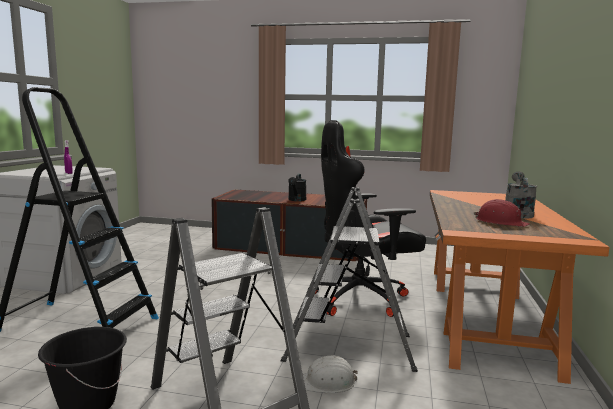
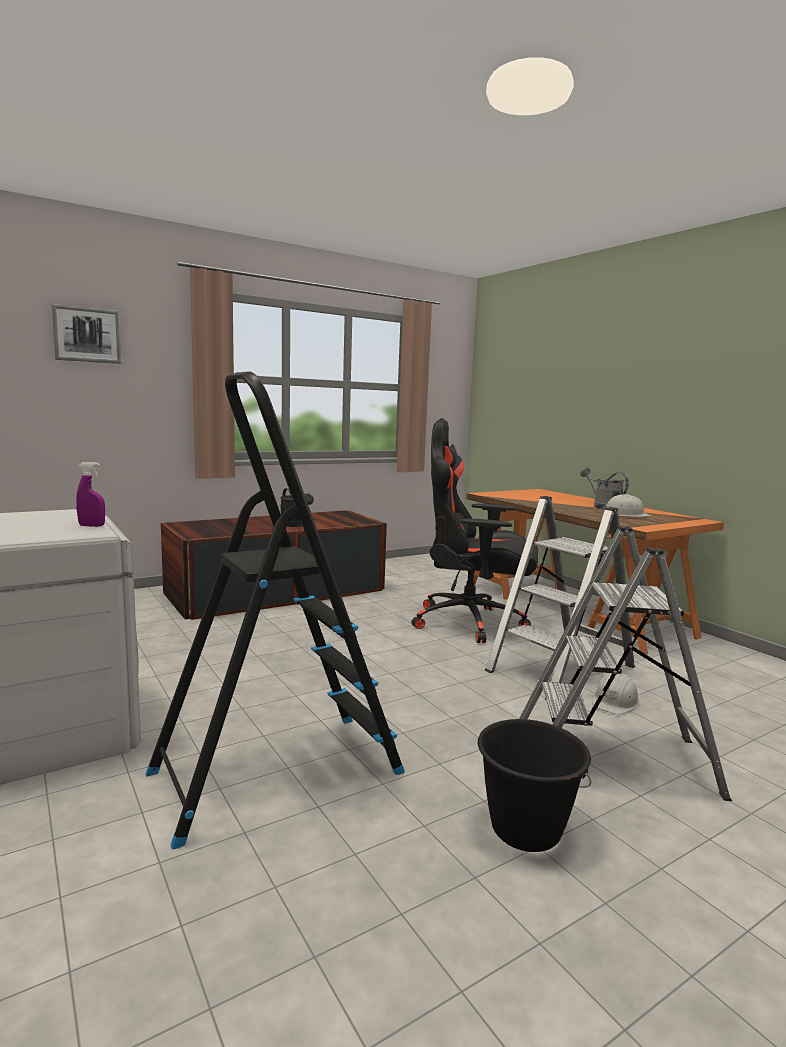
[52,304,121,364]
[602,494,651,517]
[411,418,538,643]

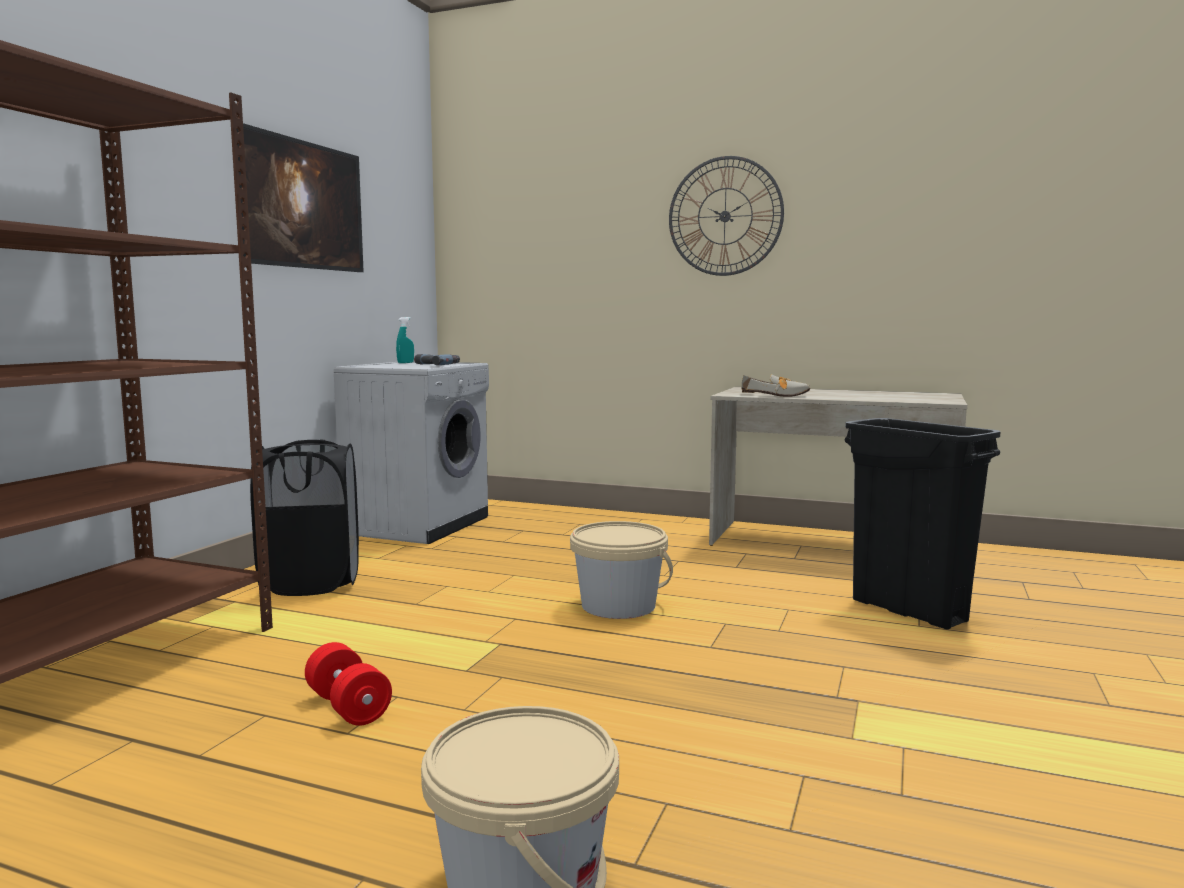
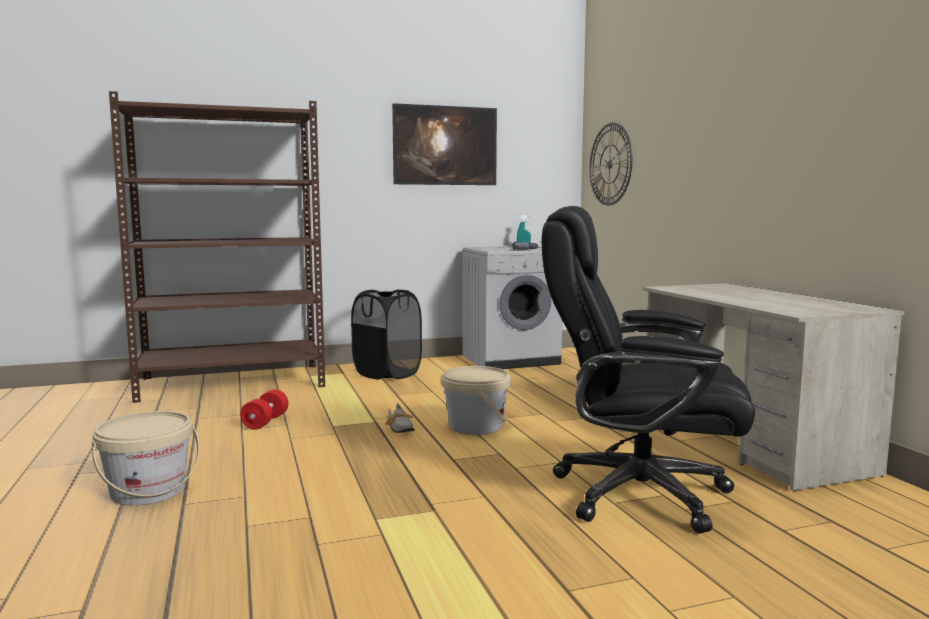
[589,123,632,205]
[385,403,415,433]
[542,206,755,534]

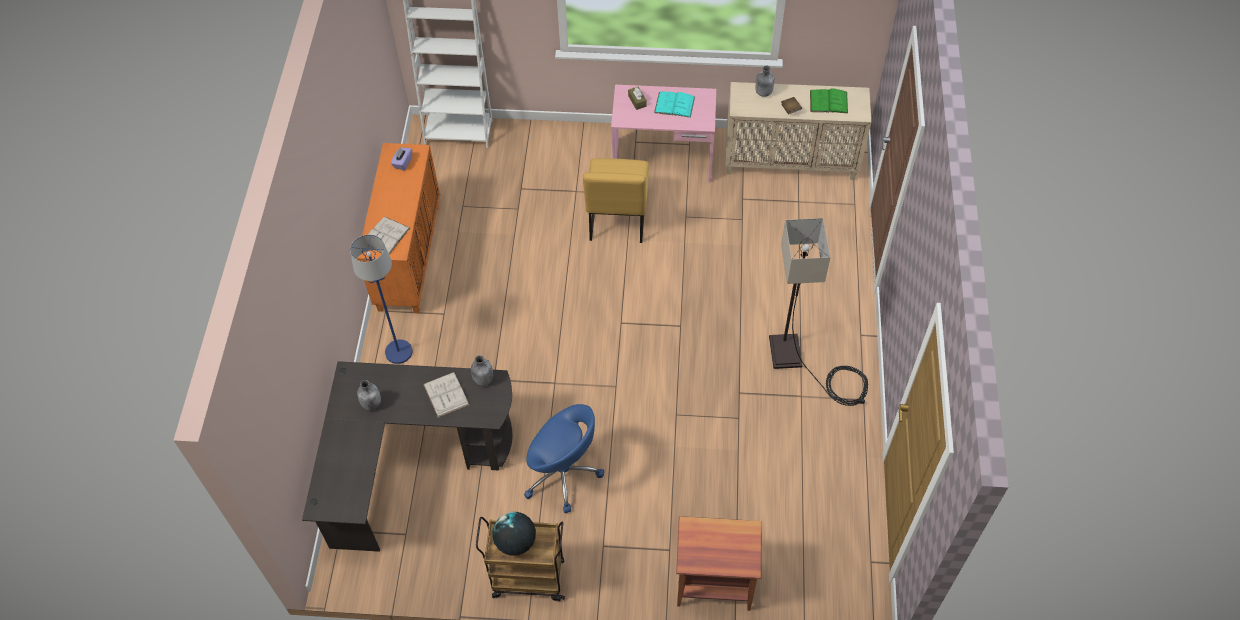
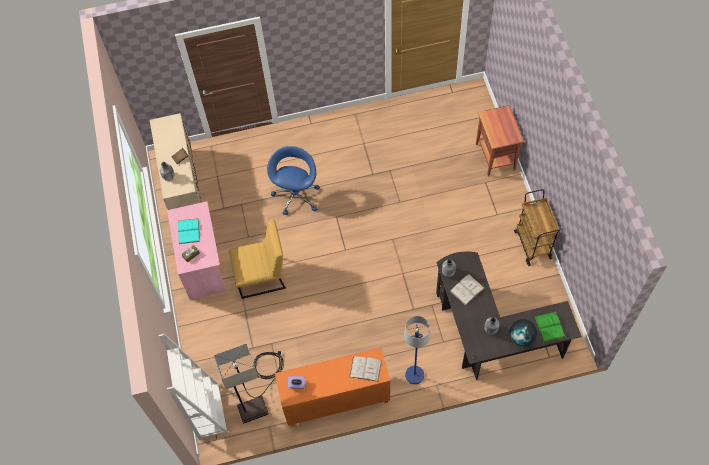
[510,319,537,346]
[267,146,320,215]
[213,343,284,424]
[535,312,565,342]

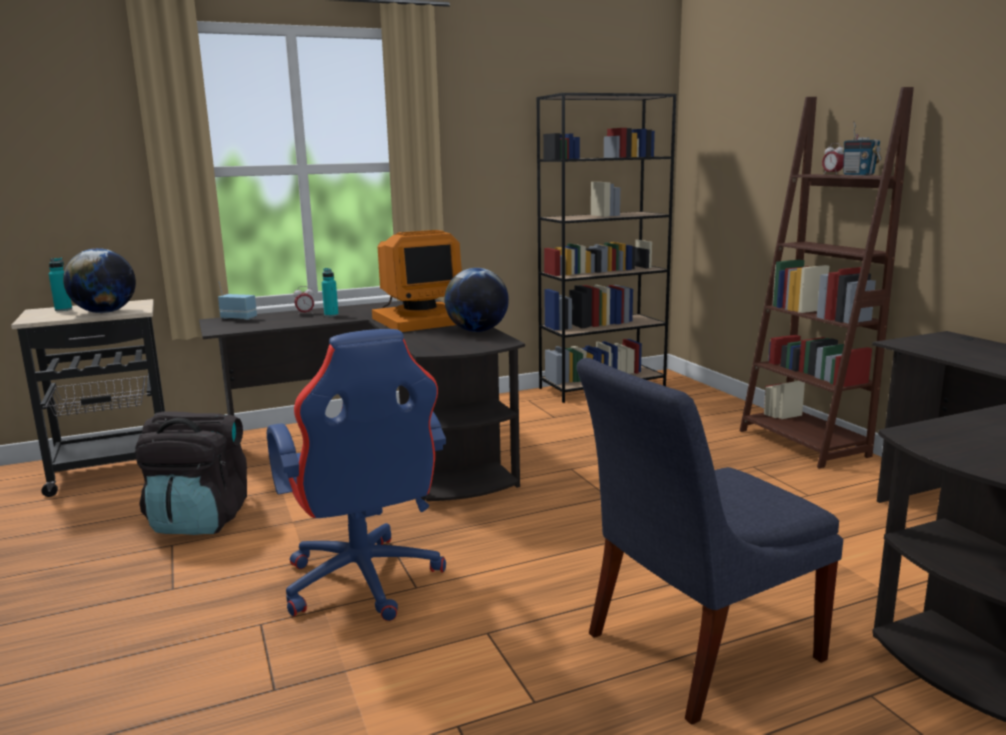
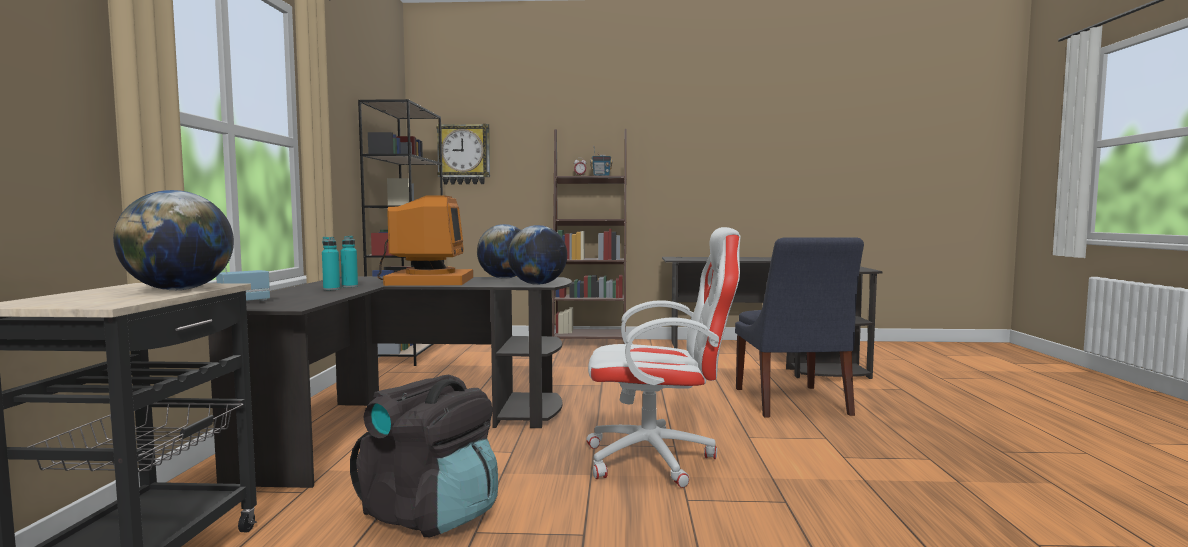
[294,286,314,315] (first image)
[436,124,490,184]
[508,225,567,285]
[341,236,358,288]
[586,227,740,488]

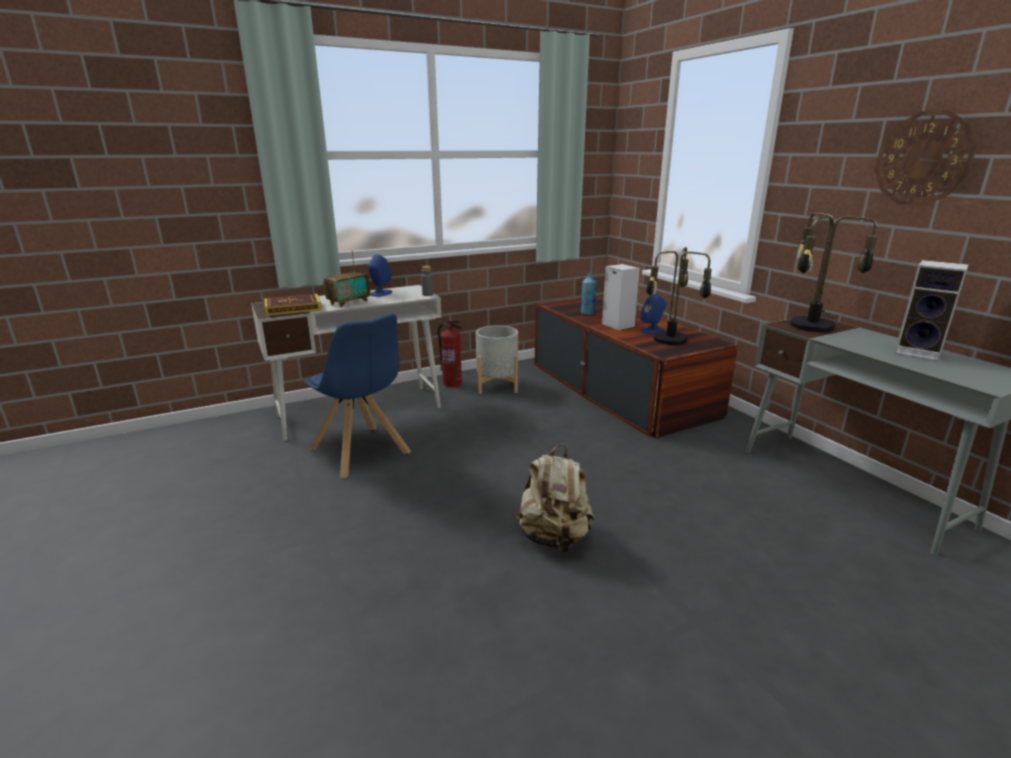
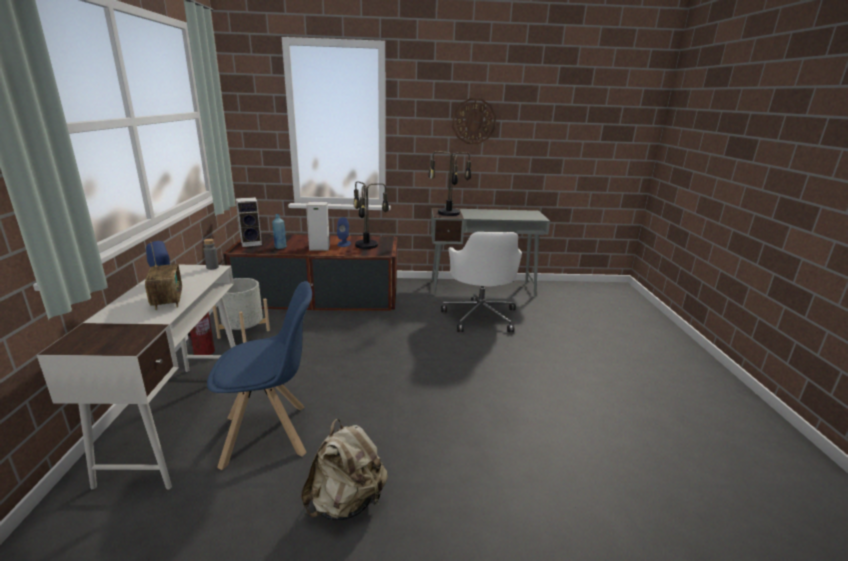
[264,294,322,316] (first image)
[441,232,522,332]
[301,419,388,520]
[236,197,262,247]

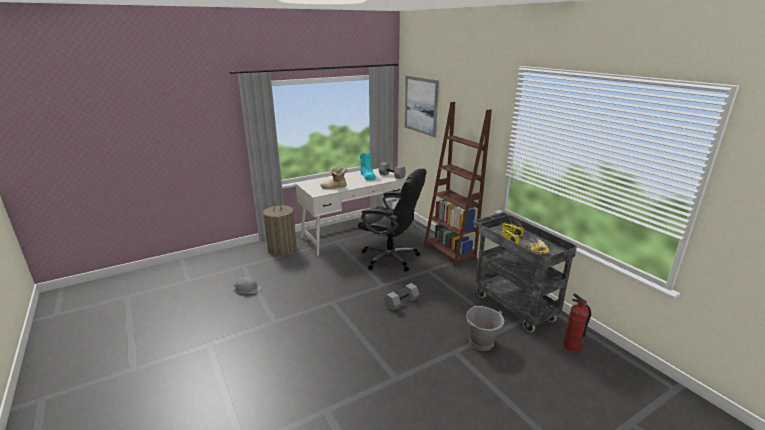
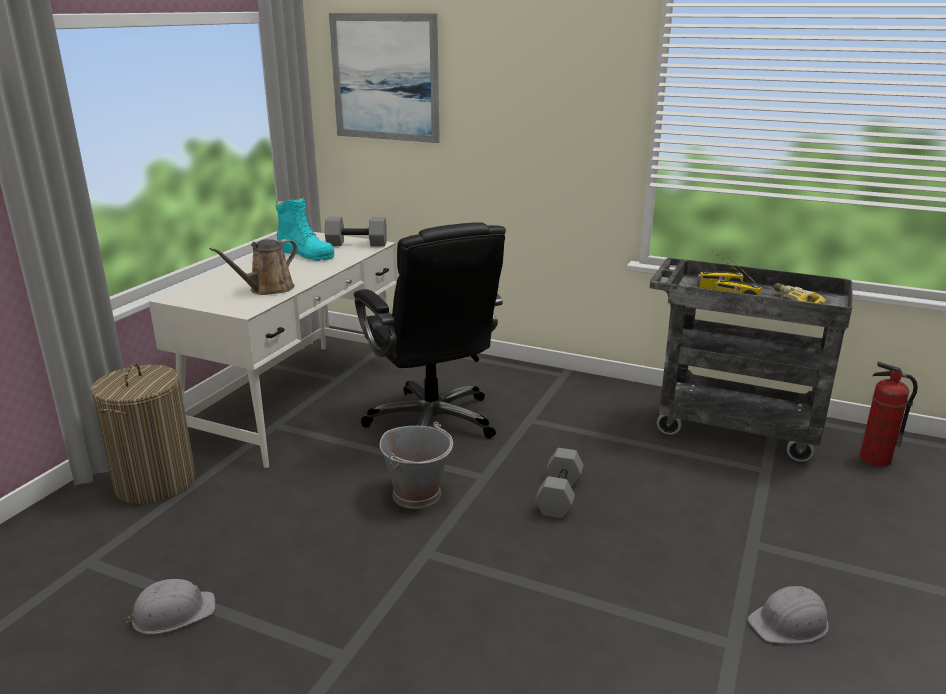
[424,102,492,266] (first image)
[748,586,829,644]
[380,421,453,509]
[210,239,297,295]
[354,223,506,439]

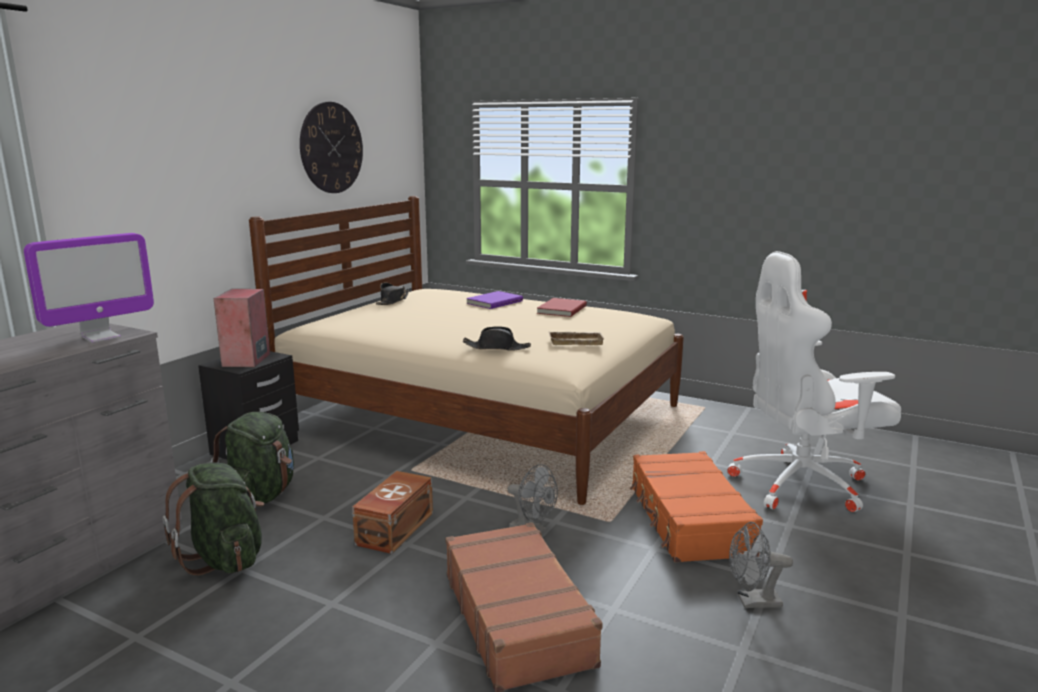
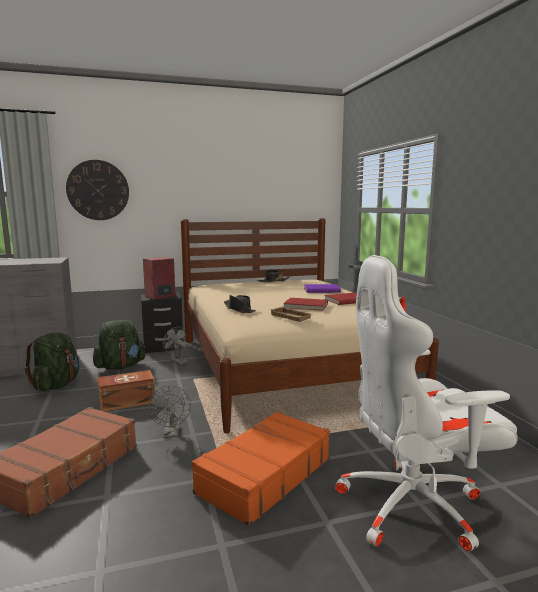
[24,233,154,343] (first image)
[283,298,328,311]
[66,160,129,220]
[163,327,188,365]
[335,255,518,551]

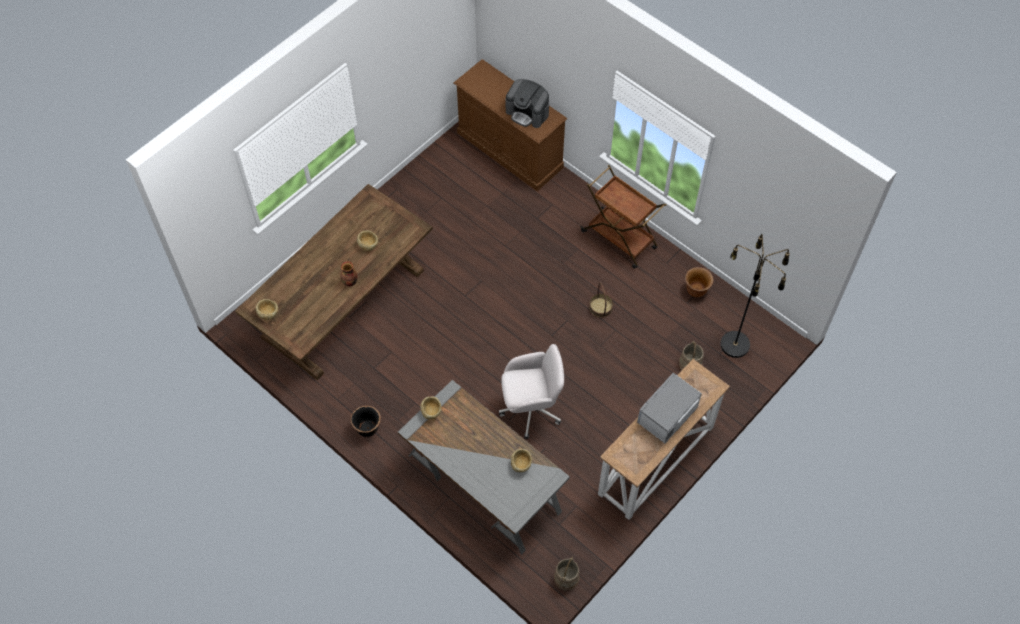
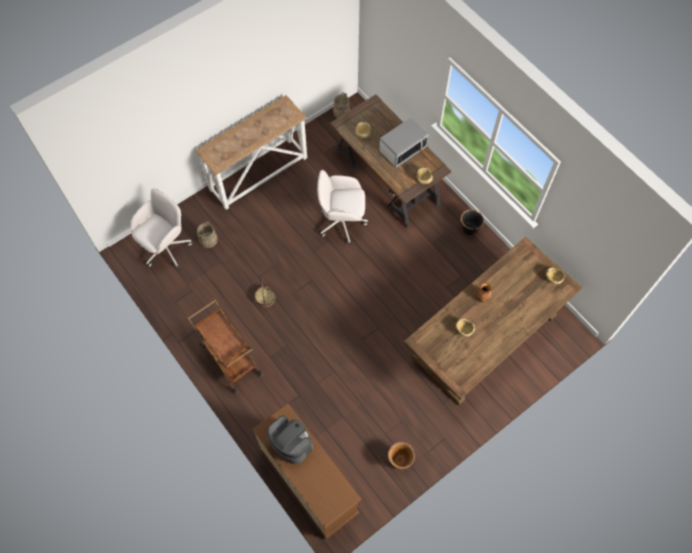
[379,117,428,168]
[388,442,415,469]
[130,188,192,269]
[330,94,451,228]

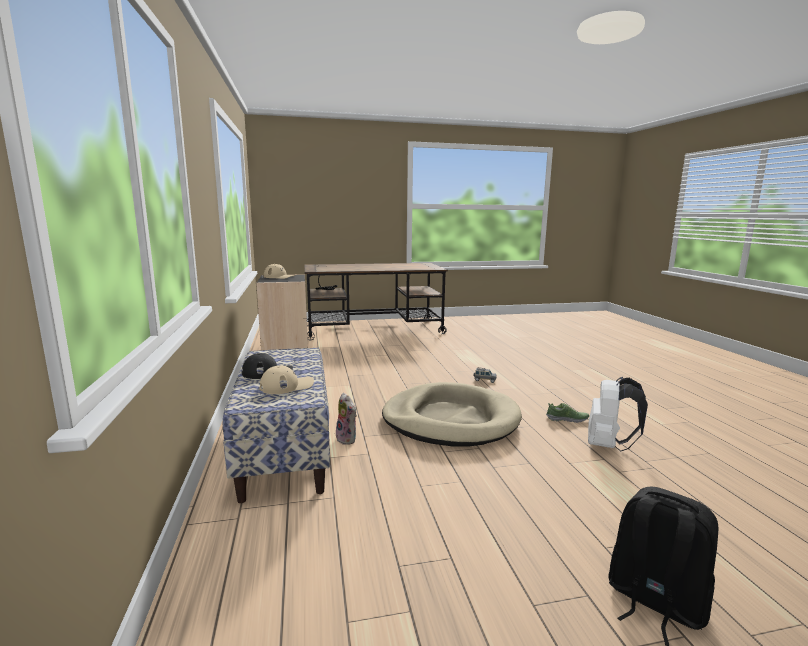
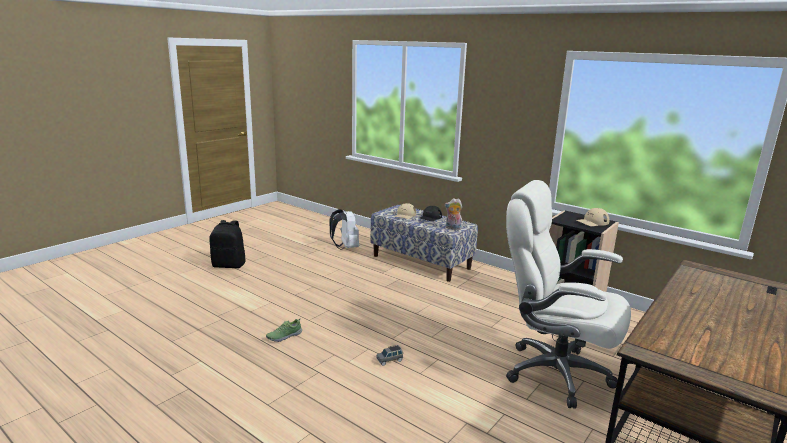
[382,382,522,447] (first image)
[506,180,631,409]
[444,198,462,230]
[329,209,359,250]

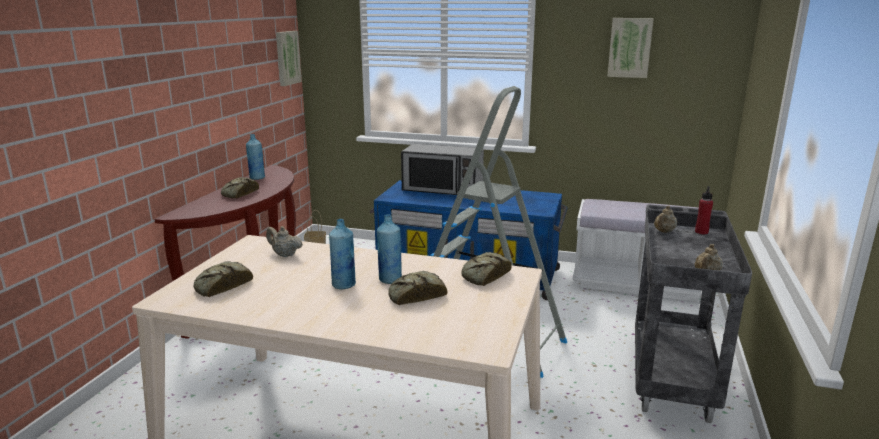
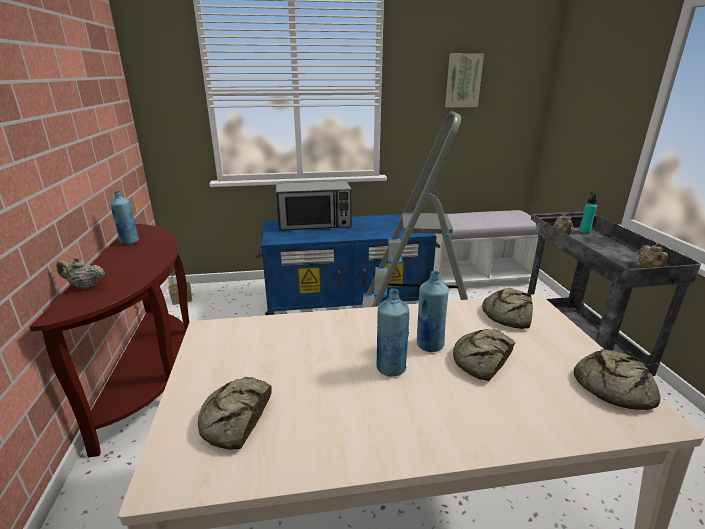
[276,31,302,86] (first image)
[574,349,661,410]
[56,257,105,289]
[579,192,597,233]

